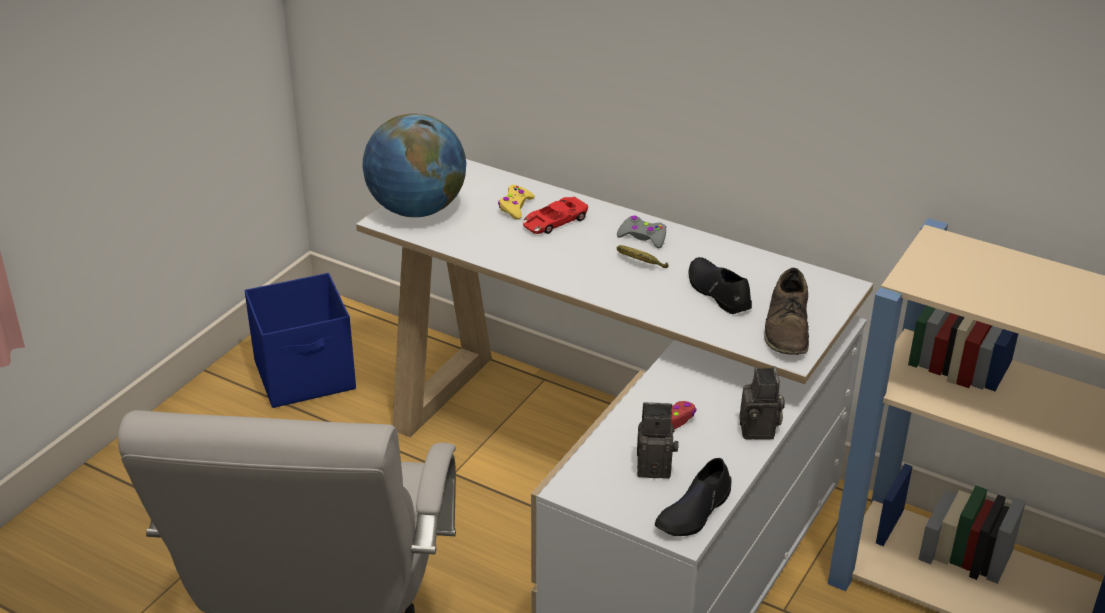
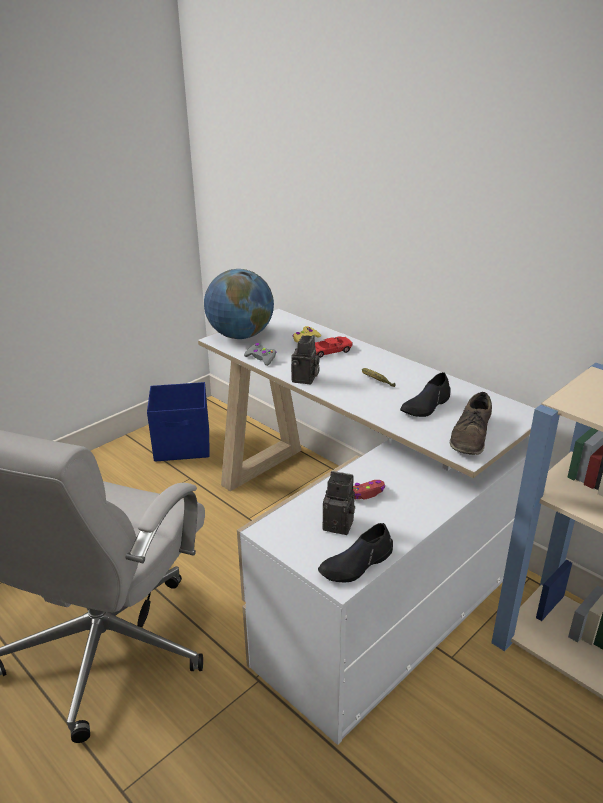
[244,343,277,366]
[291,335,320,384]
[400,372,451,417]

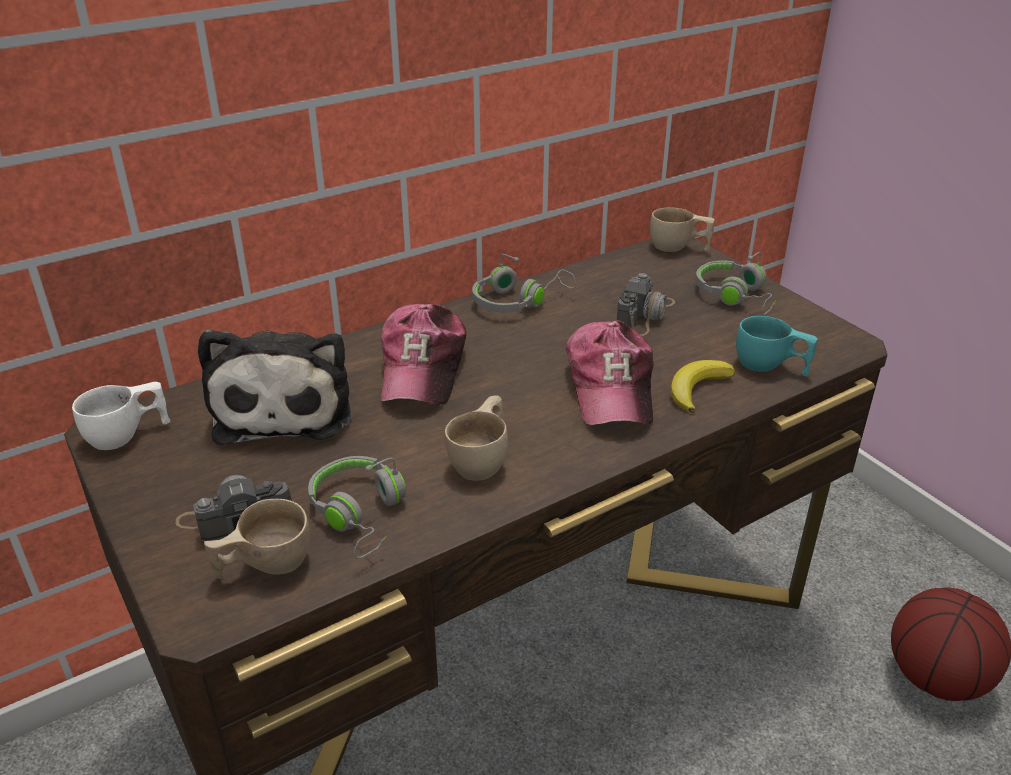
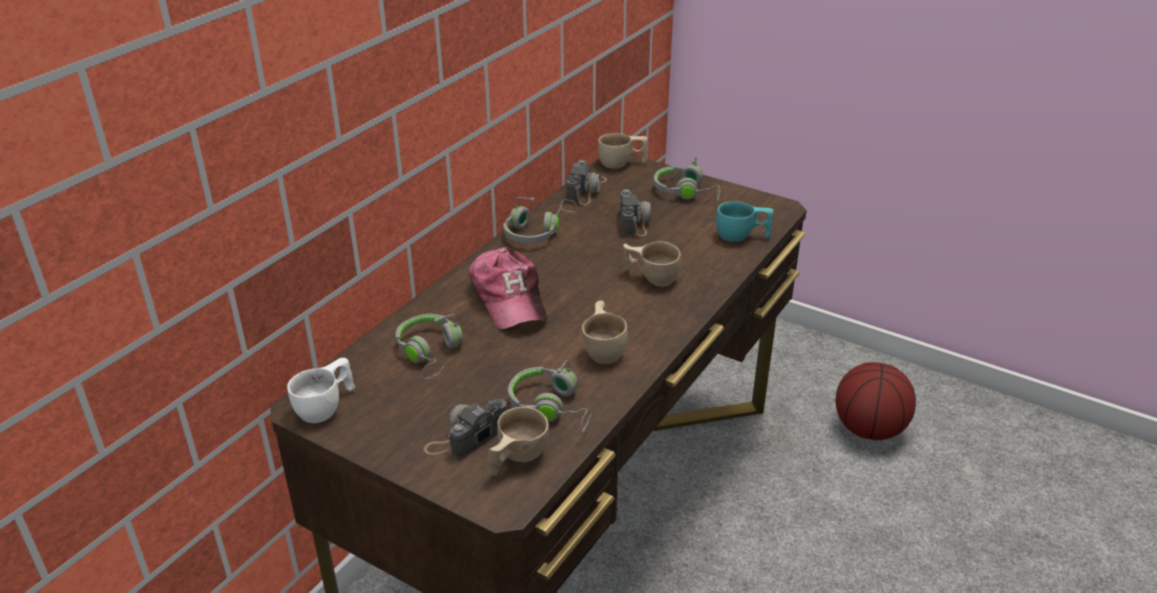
[670,360,735,413] (first image)
[566,160,607,205]
[396,314,463,379]
[623,241,681,287]

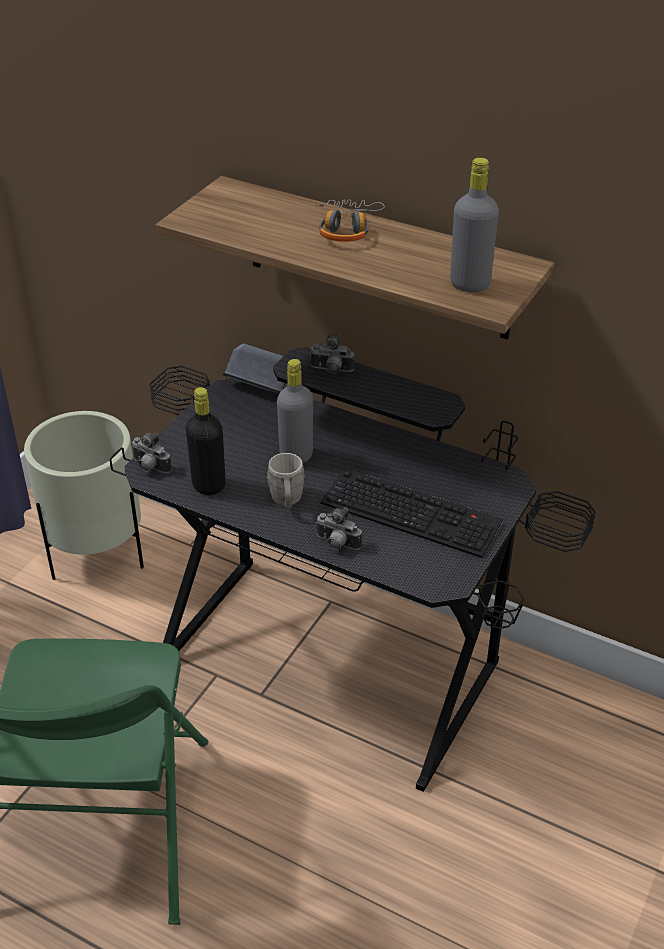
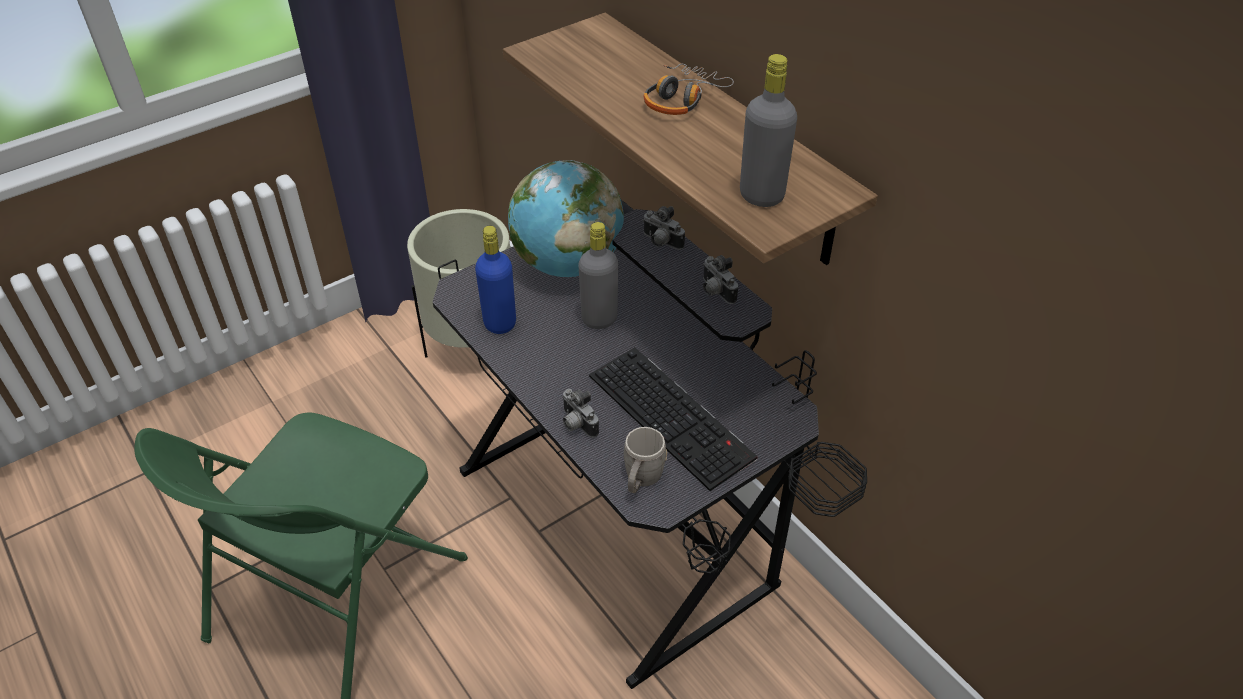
[508,160,624,277]
[703,255,738,304]
[624,427,667,493]
[475,226,516,334]

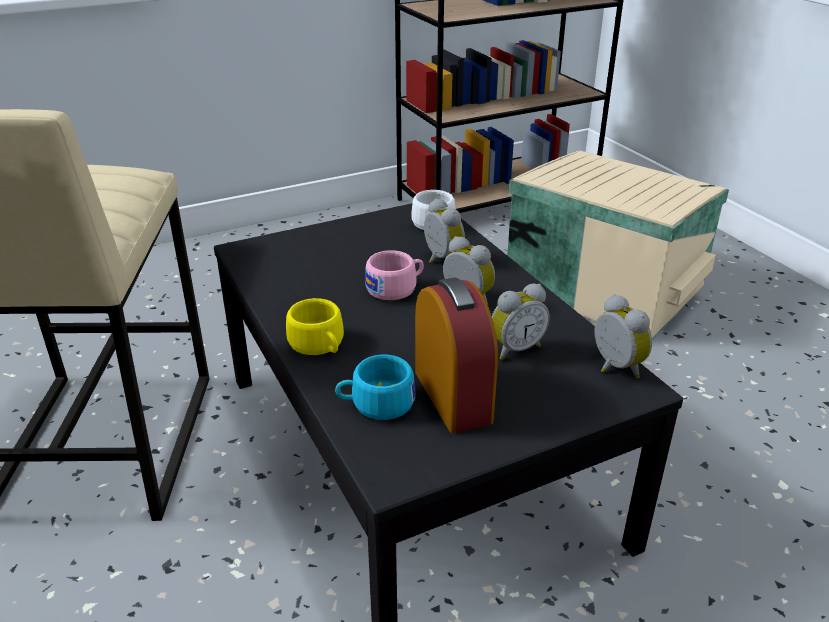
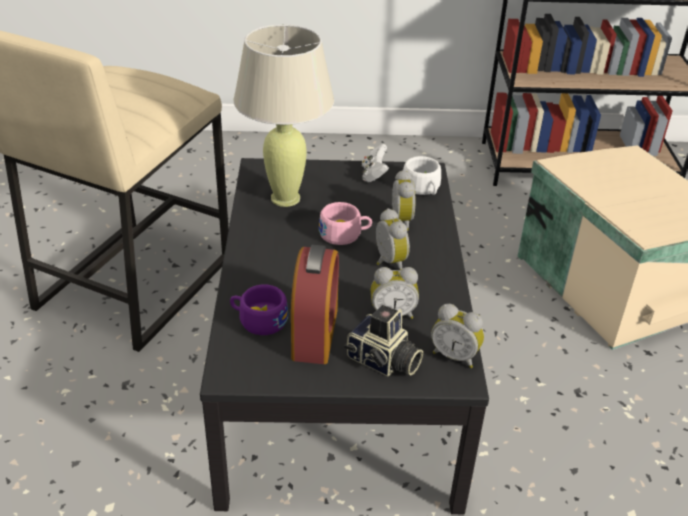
[286,298,344,355] (first image)
[233,24,334,207]
[344,305,423,376]
[362,144,389,182]
[230,285,288,335]
[431,304,484,368]

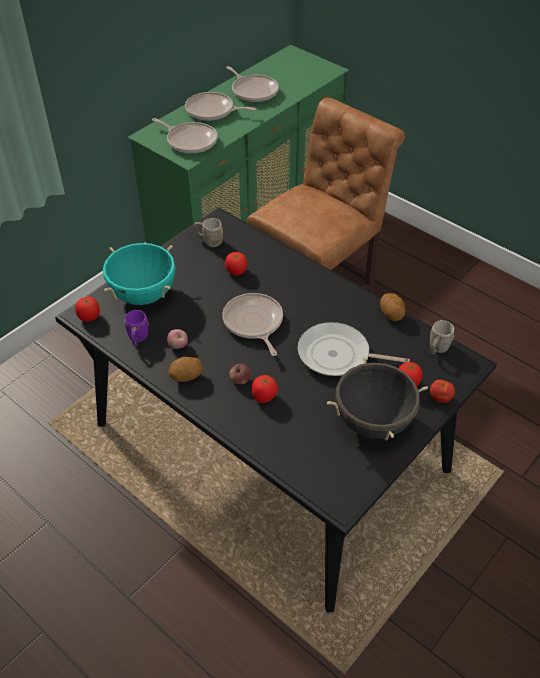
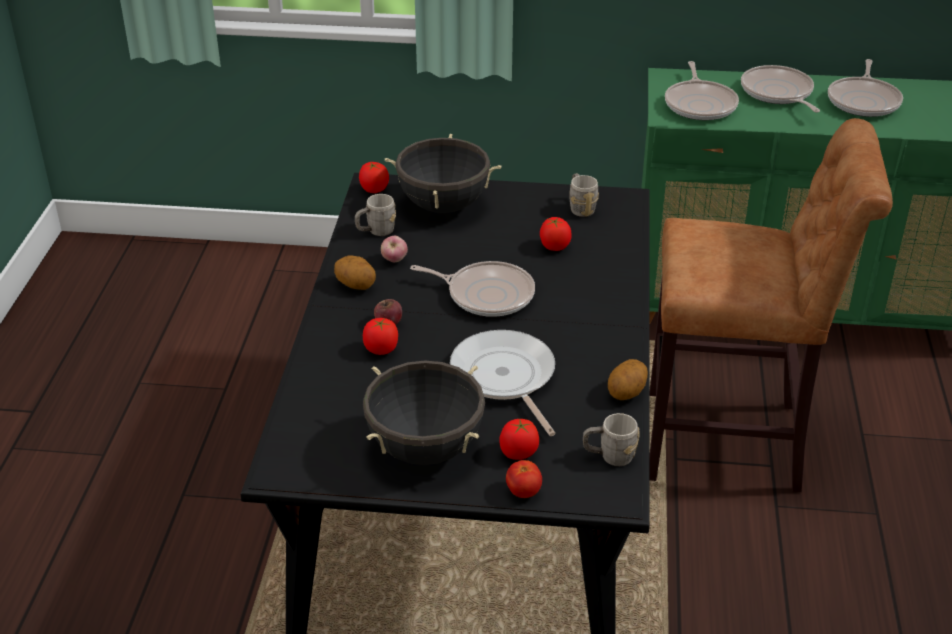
[385,134,501,213]
[355,194,396,236]
[410,261,535,317]

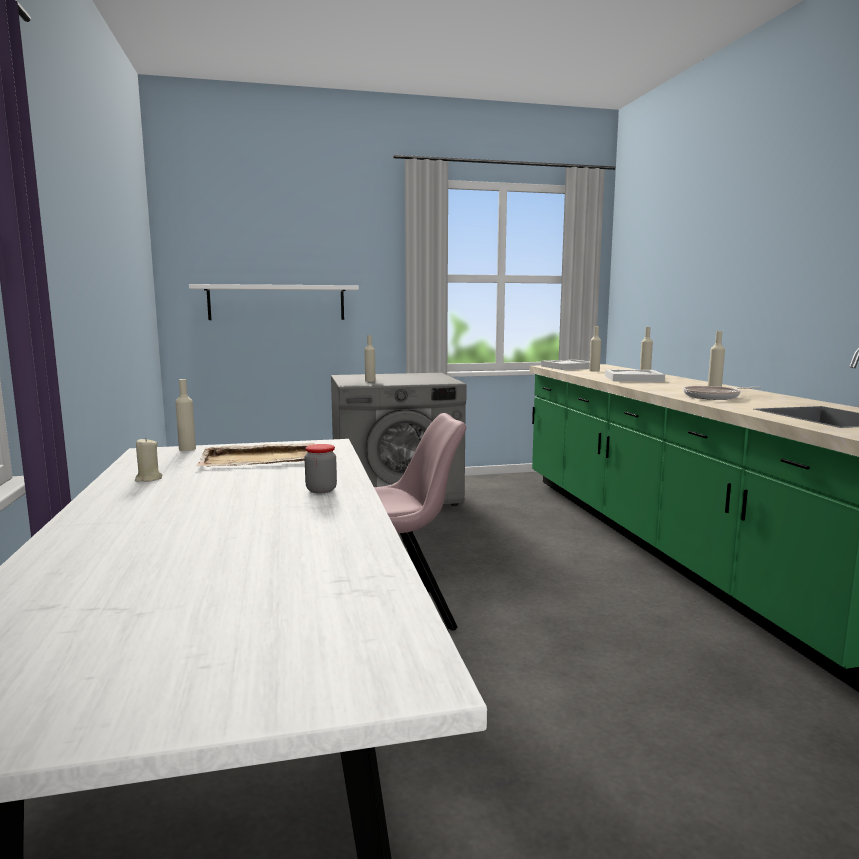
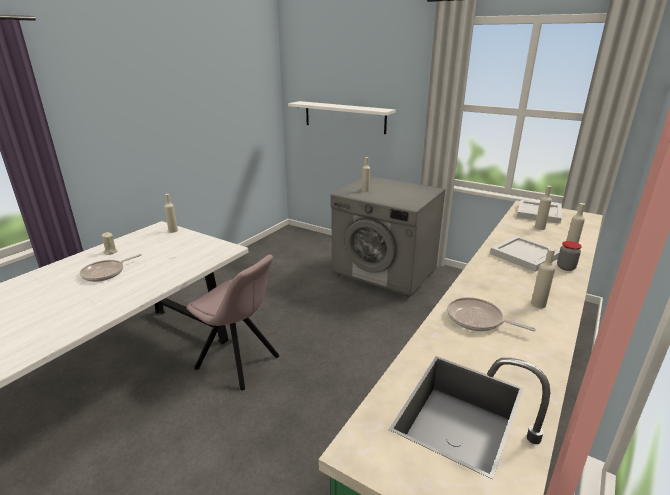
[196,443,315,466] (first image)
[80,254,142,282]
[557,241,582,271]

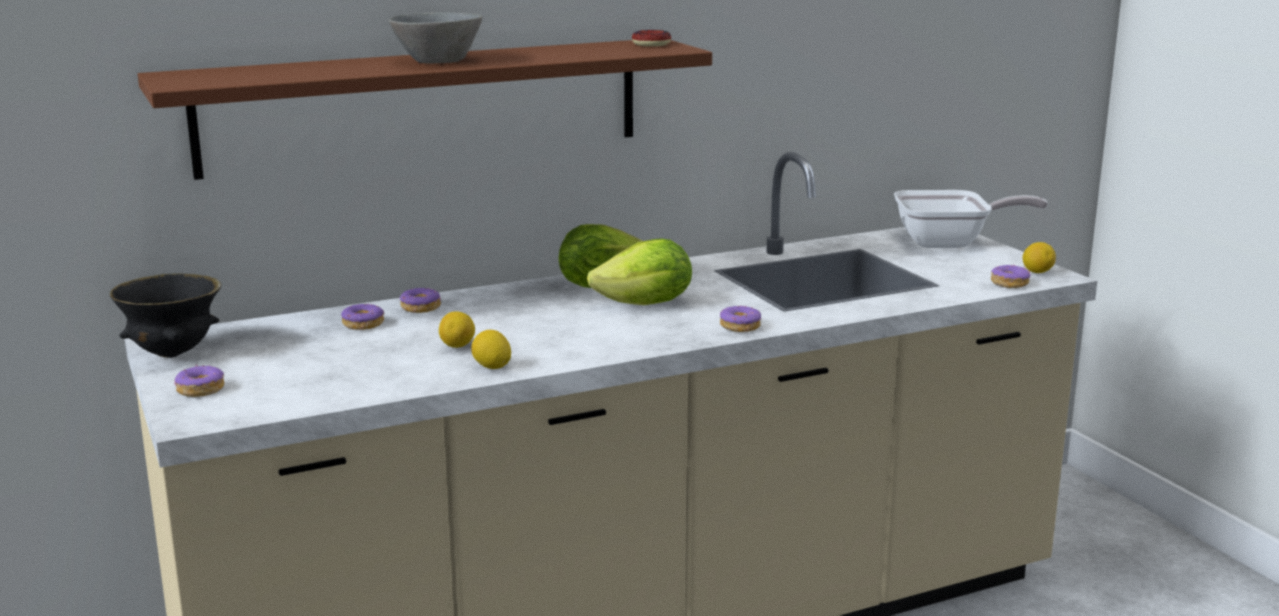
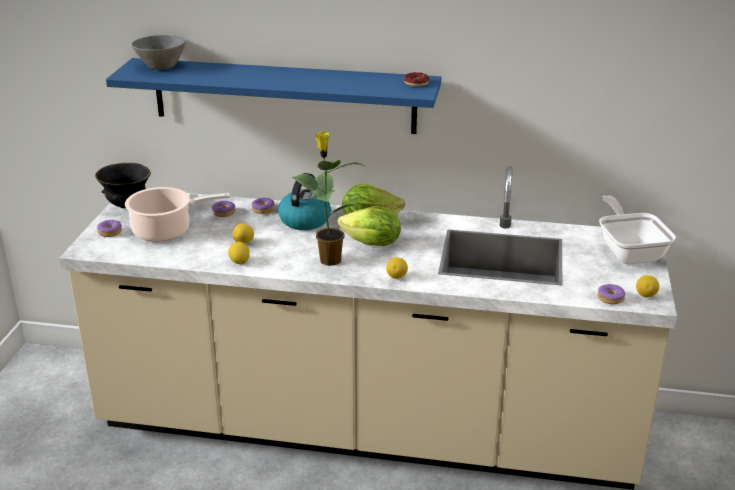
[125,187,230,242]
[278,173,331,230]
[291,131,365,266]
[132,35,186,70]
[386,257,408,279]
[106,58,442,134]
[599,195,676,264]

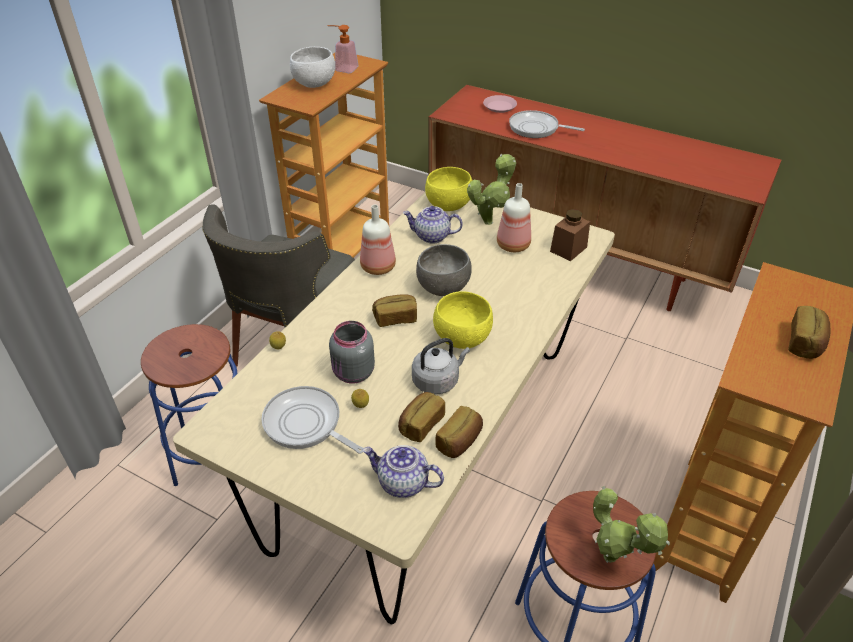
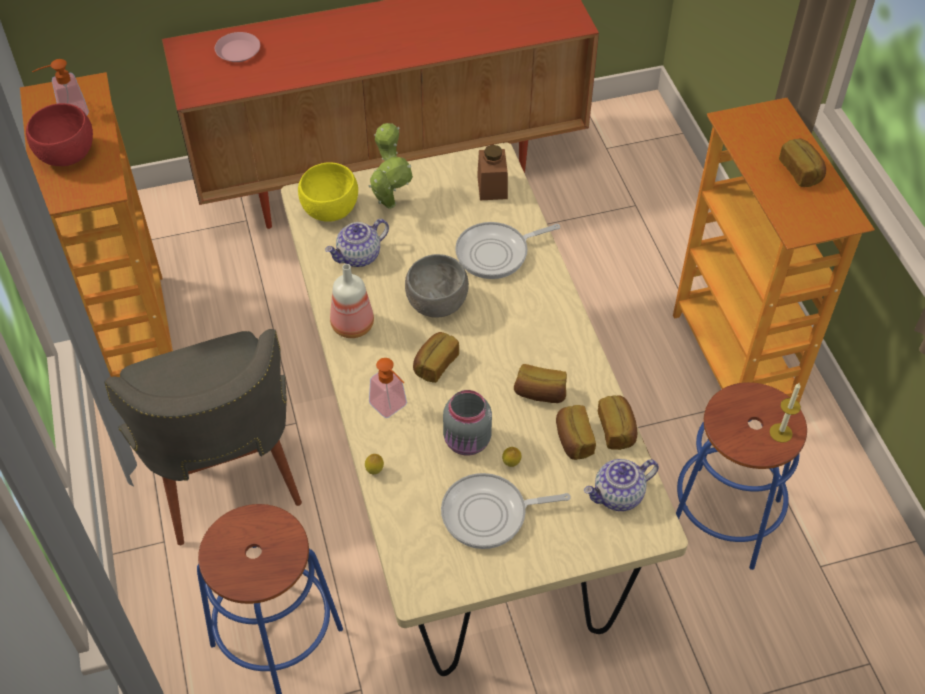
[433,291,493,349] (first image)
[497,183,531,252] (first image)
[369,358,407,418]
[455,222,560,279]
[514,364,567,403]
[770,383,801,443]
[26,103,93,166]

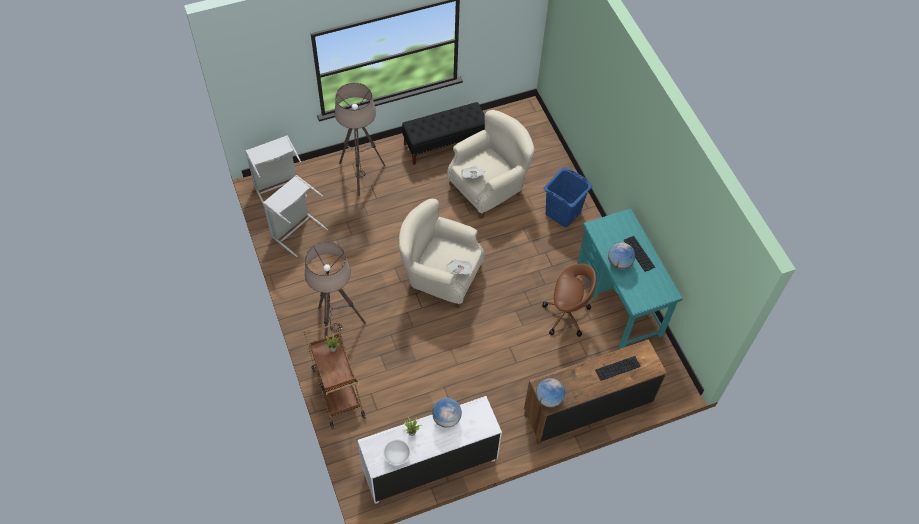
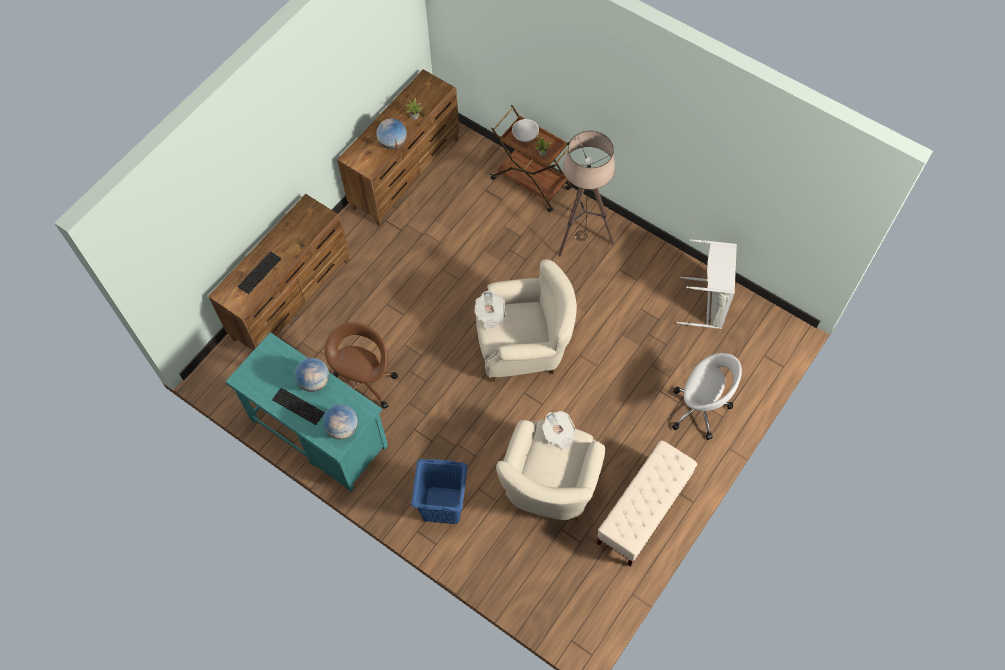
[245,135,307,206] (first image)
[512,119,539,142]
[323,405,358,439]
[672,353,742,440]
[337,69,459,227]
[597,440,697,567]
[325,322,398,409]

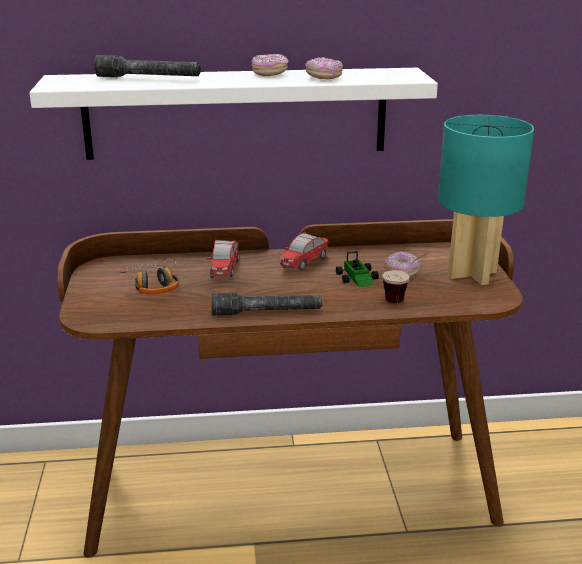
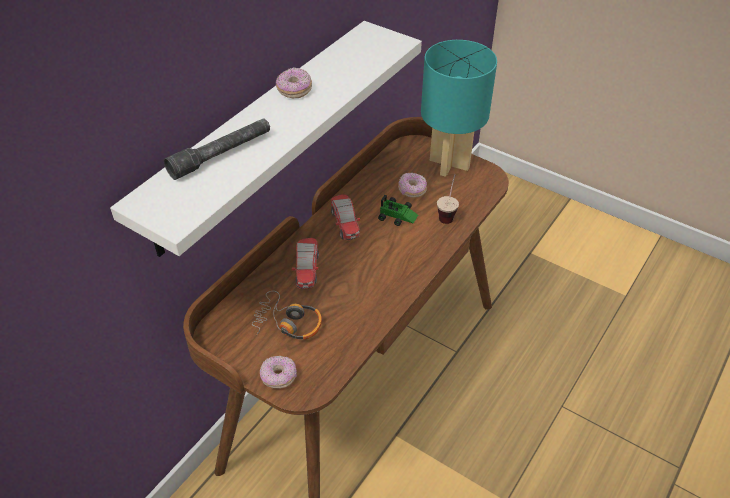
[211,293,322,315] (first image)
[260,356,297,389]
[292,238,319,289]

